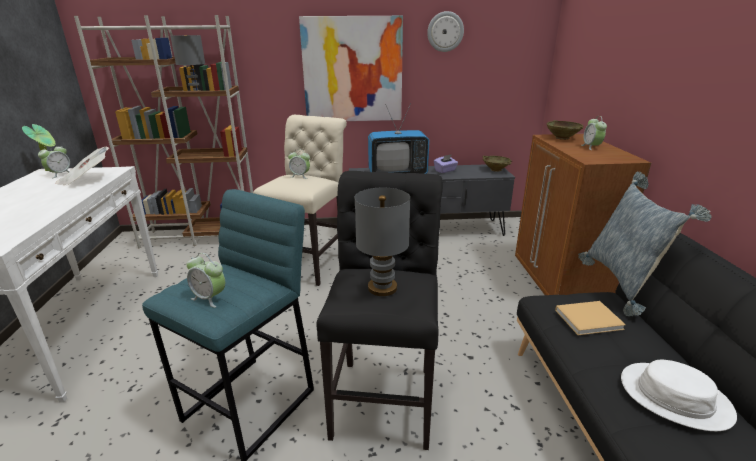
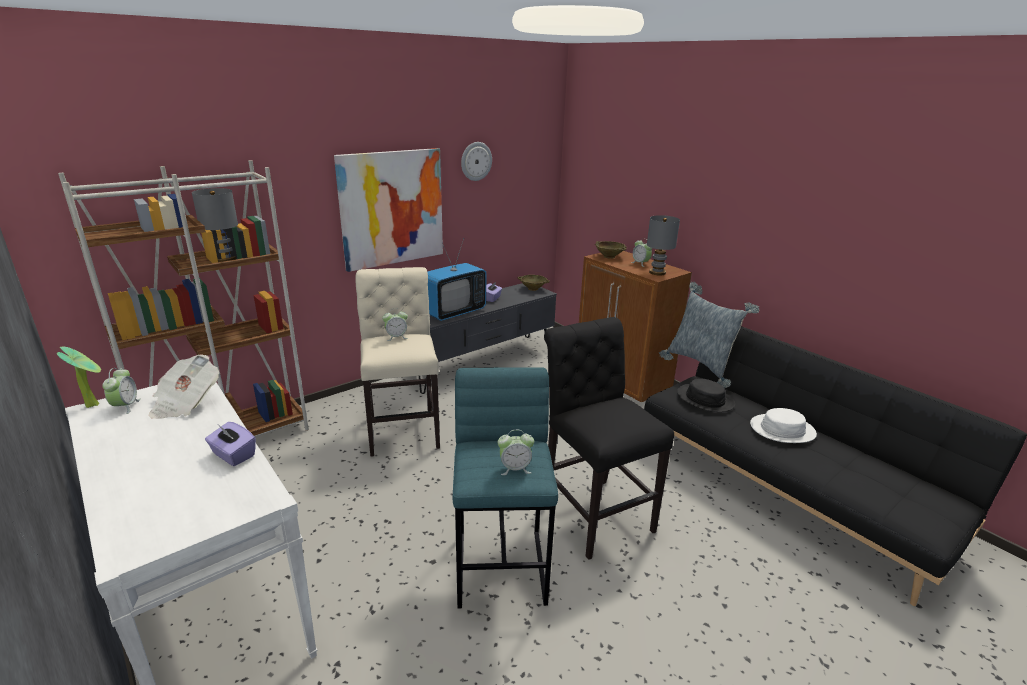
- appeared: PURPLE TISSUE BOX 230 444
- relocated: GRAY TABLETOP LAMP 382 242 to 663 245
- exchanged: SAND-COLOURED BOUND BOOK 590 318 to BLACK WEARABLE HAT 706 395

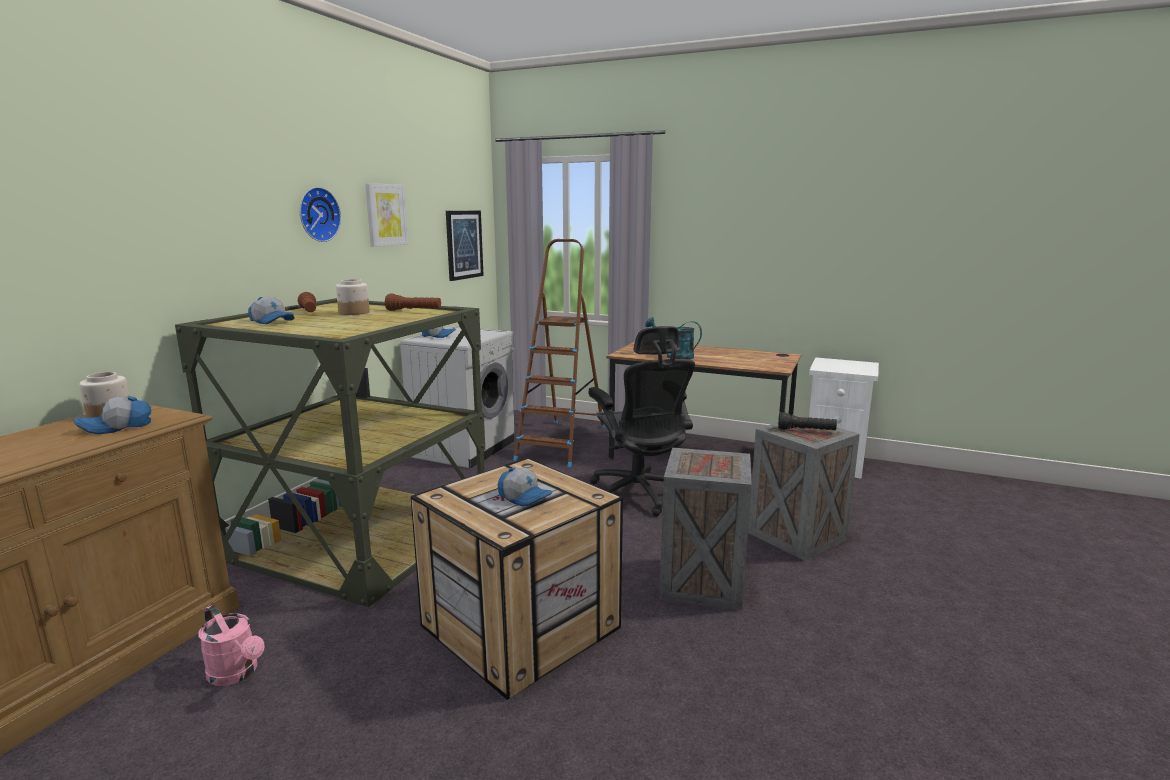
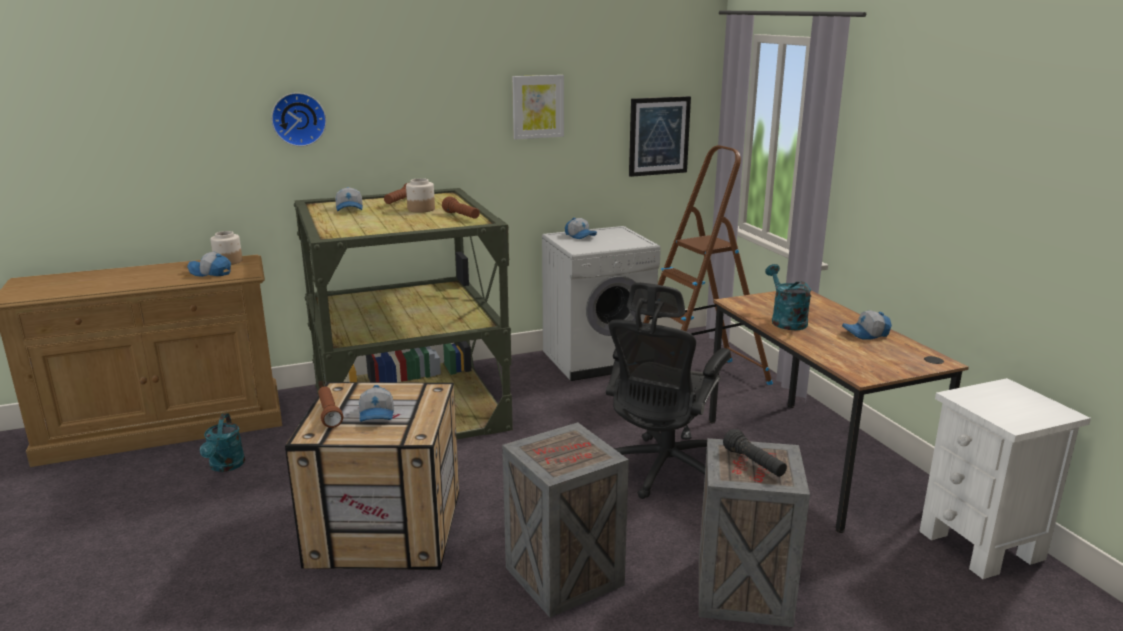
- appeared: BROWN-COLOURED HAND TORCH 330 407
- appeared: PEAKED CAP 867 325
- relocated: CLOCK ON THE WALL 320 214 to 299 120
- colour: PINK-COLOURED WATERING POT 232 645 to TURQUOISE WATERING POT 222 443

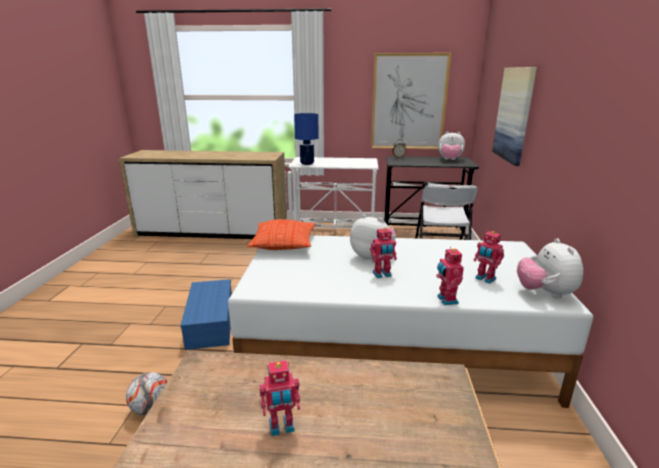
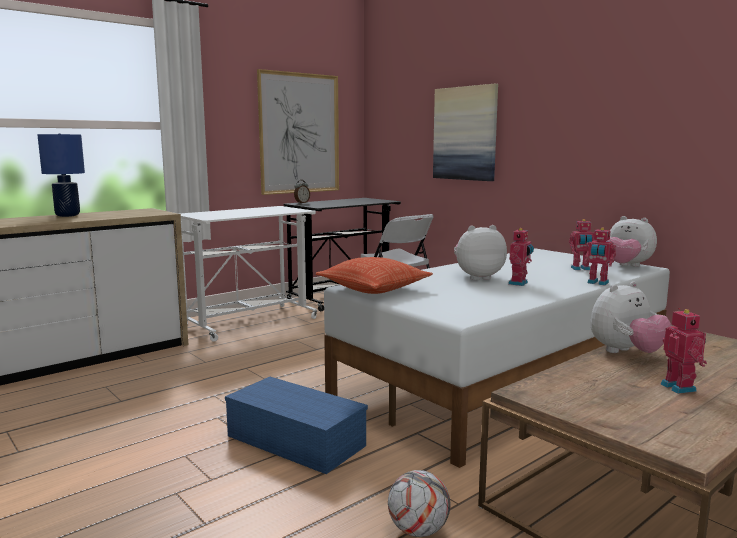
- relocated: BLUISH TABLETOP LAMP 306 139 to 61 175
- relocated: PLUSH TOY 451 145 to 631 317
- spun: TOY ROBOT 279 398 = 684 351 45 degrees counterclockwise

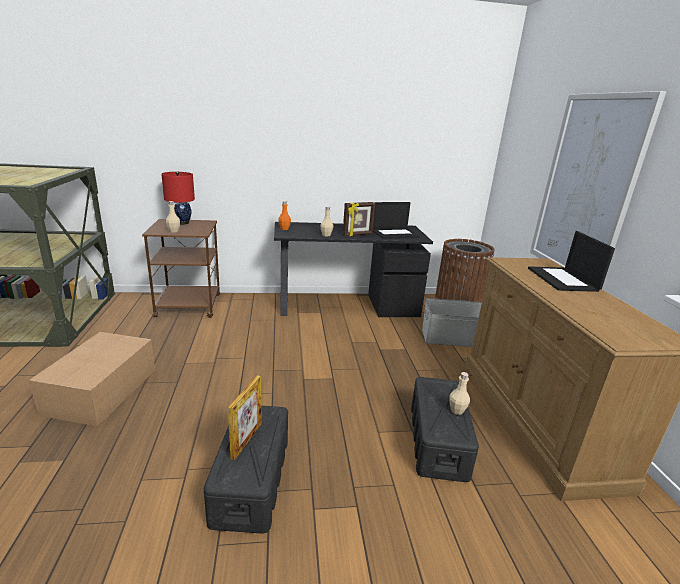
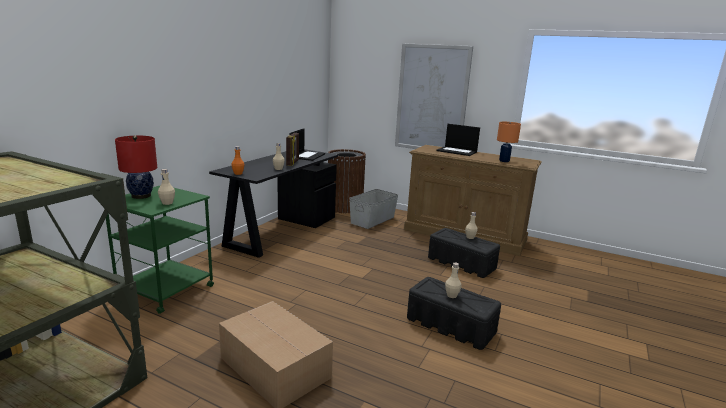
- appeared: ORANGE-COLOURED TABLETOP LAMP 509 142
- exchanged: STANDING FRAME 245 417 to SAND-COLOURED BOTTLE 453 280
- colour: BROWN-COLOURED WHEELED CART 181 268 to GREENISH WHEELED CART 159 249

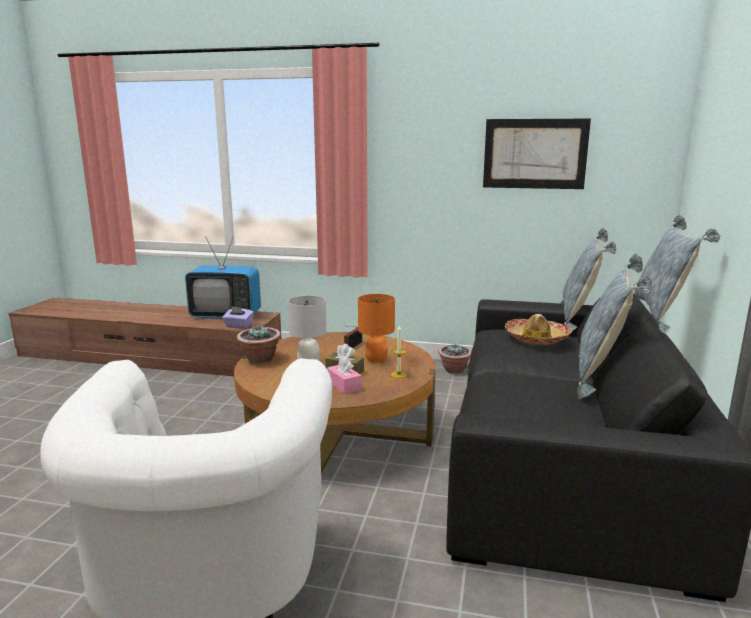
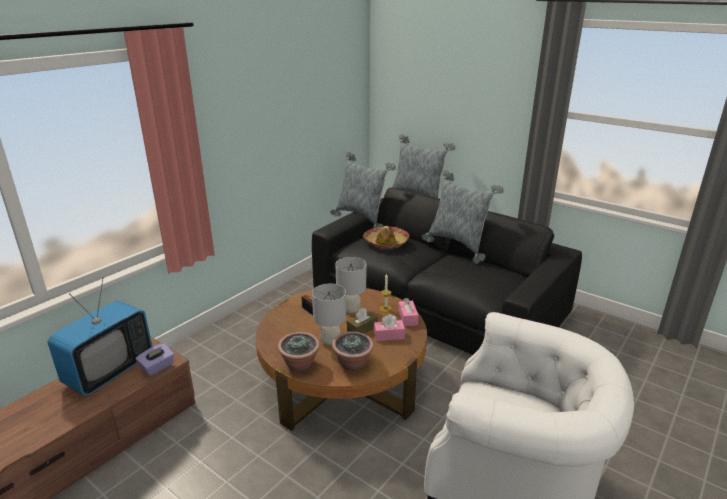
- missing: PICTURE 537 154
- appeared: PINK-COLOURED TISSUE BOX 408 312
- relocated: PLANT IN A POT 455 359 to 353 351
- colour: ORANGE-COLOURED TABLETOP LAMP 376 328 to GRAY TABLETOP LAMP 350 285

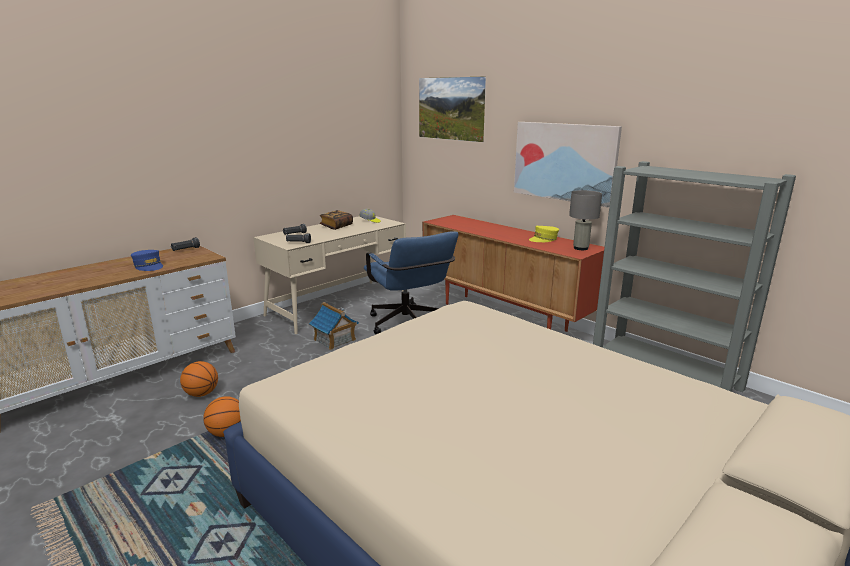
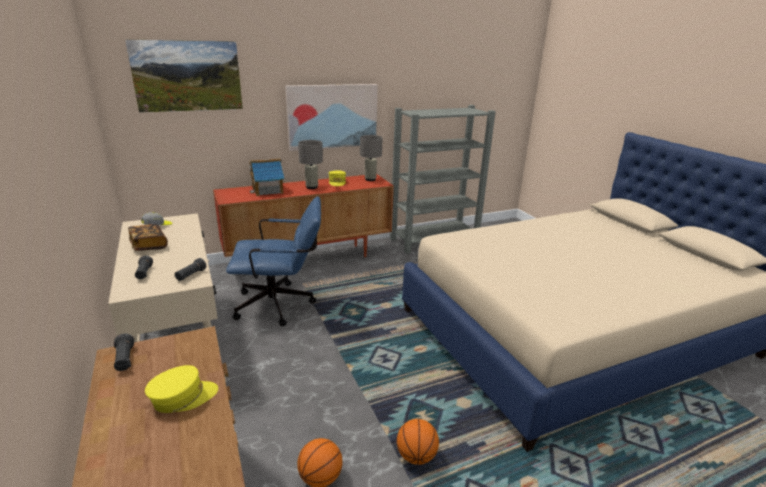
- appeared: GRAY TABLETOP LAMP 310 164
- relocated: MODEL HOUSE 334 326 to 266 177
- colour: BLUISH PEAKED CAP 147 260 to YELLOWISH PEAKED CAP 181 389

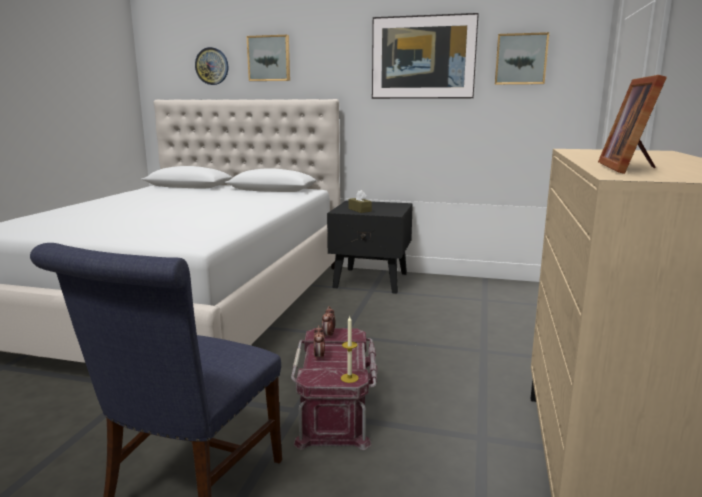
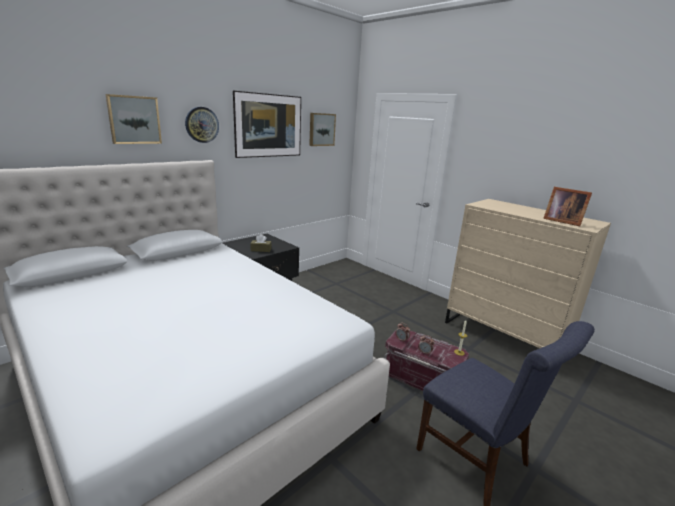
- relocated: CLOCK ON THE WALL 211 66 to 202 125

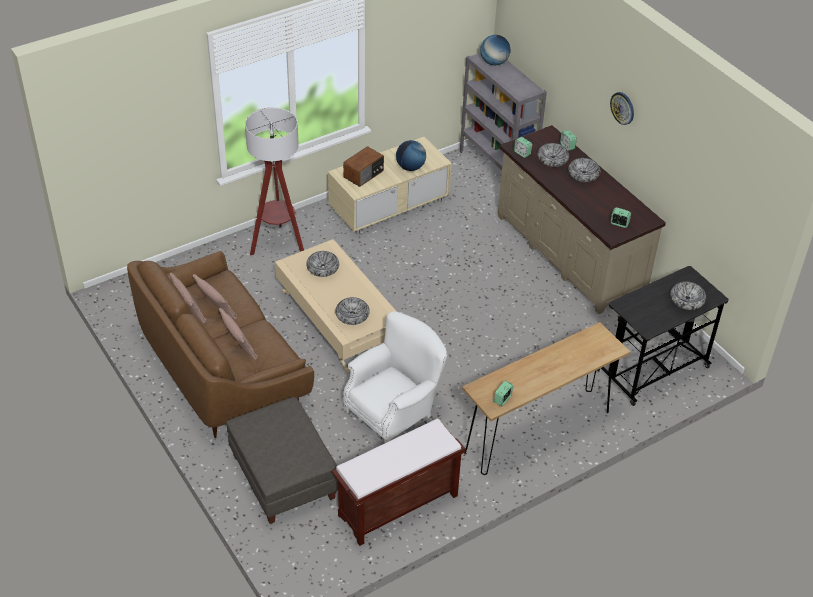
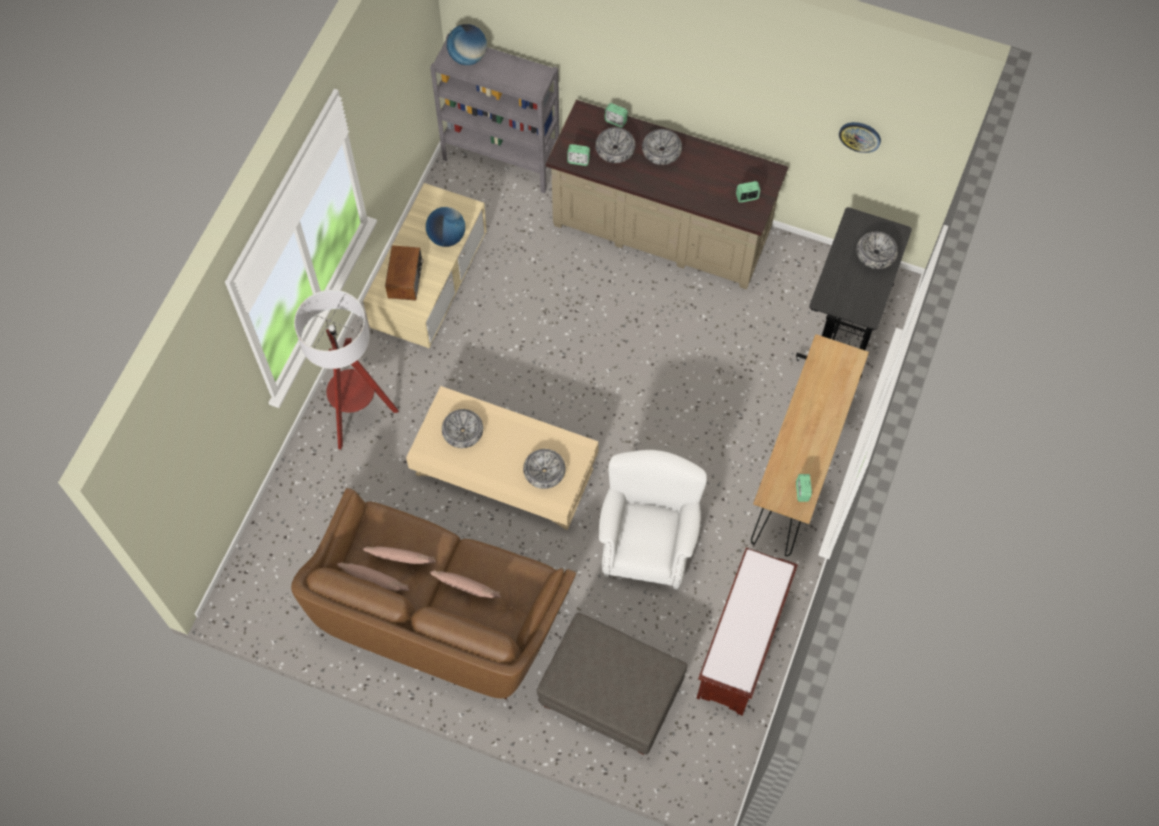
- relocated: CLOCK ON THE WALL 622 108 to 860 137

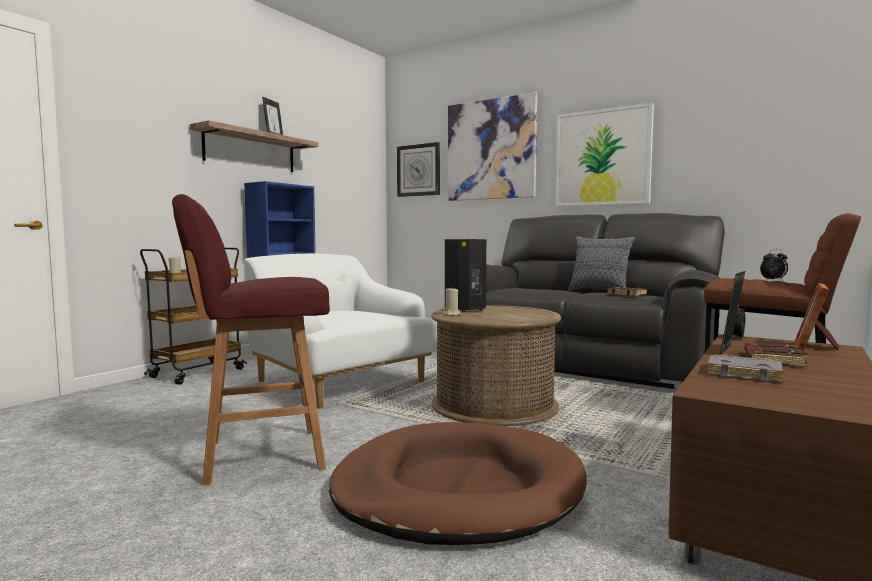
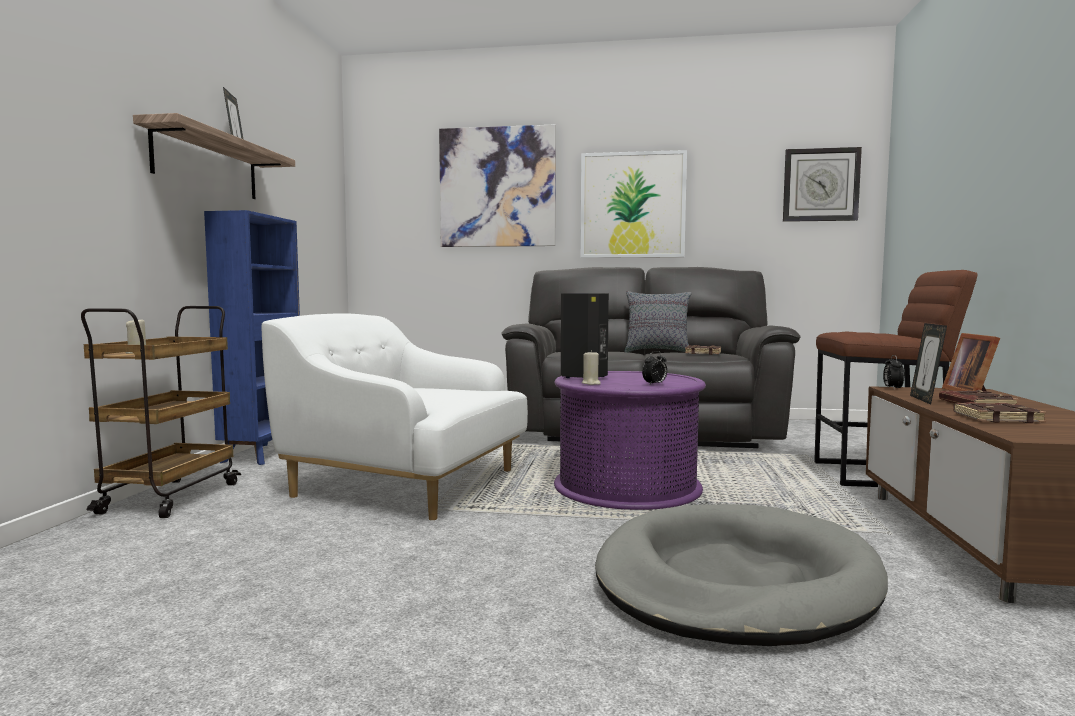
- missing: RED STOOL 251 339
- relocated: CLOCK ON THE WALL 418 169 to 822 184
- relocated: ALARM CLOCK 774 265 to 654 367
- colour: BROWN-COLOURED DOG CUSHION 457 483 to GRAY DOG CUSHION 741 575
- colour: BROWN-COLOURED LOW TABLE 496 365 to PURPLE LOW TABLE 630 440
- colour: GRAY BOUND BOOK 745 368 to BROWN-COLOURED BOUND BOOK 1000 412

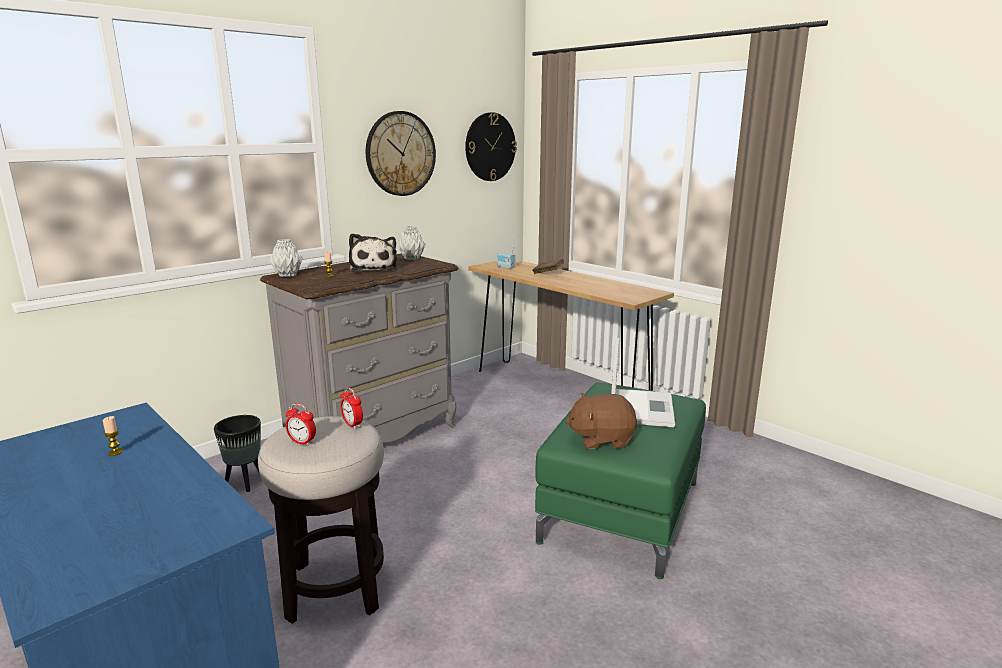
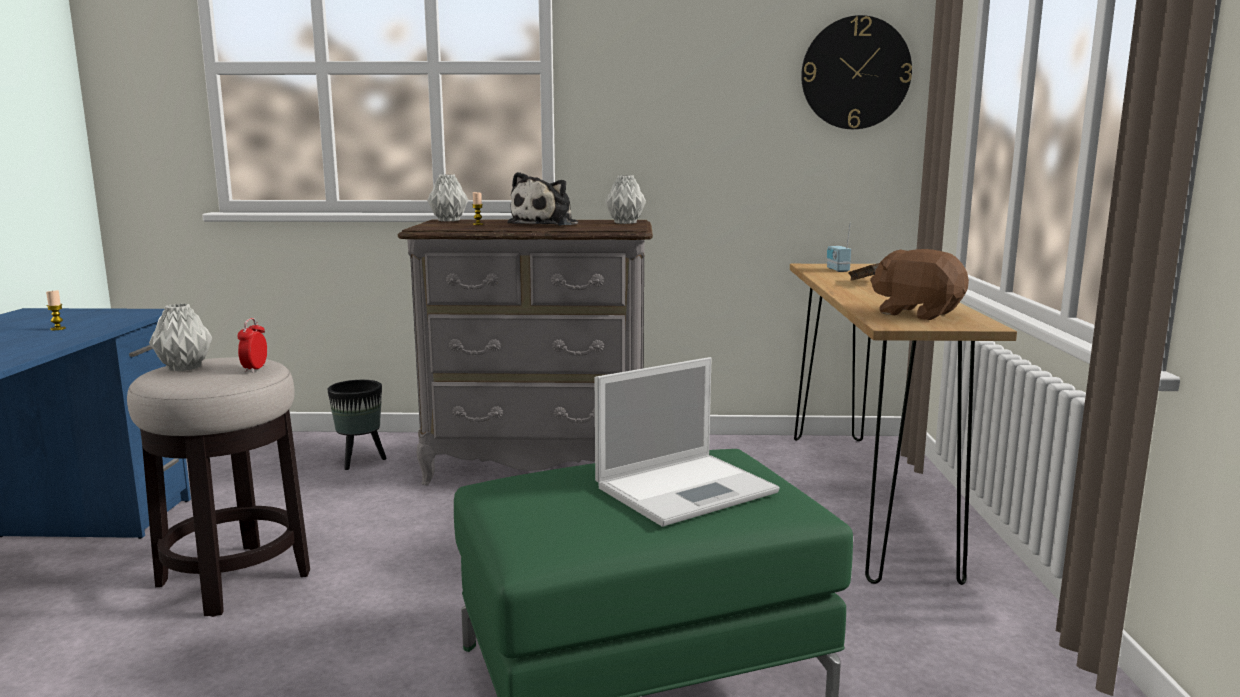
- missing: CLOCK ON THE WALL 401 153
- relocated: BROWN-COLOURED PLUSH TOY 601 421 to 919 284
- exchanged: ALARM CLOCK 301 424 to GRAY FLOWER VASE 180 337

